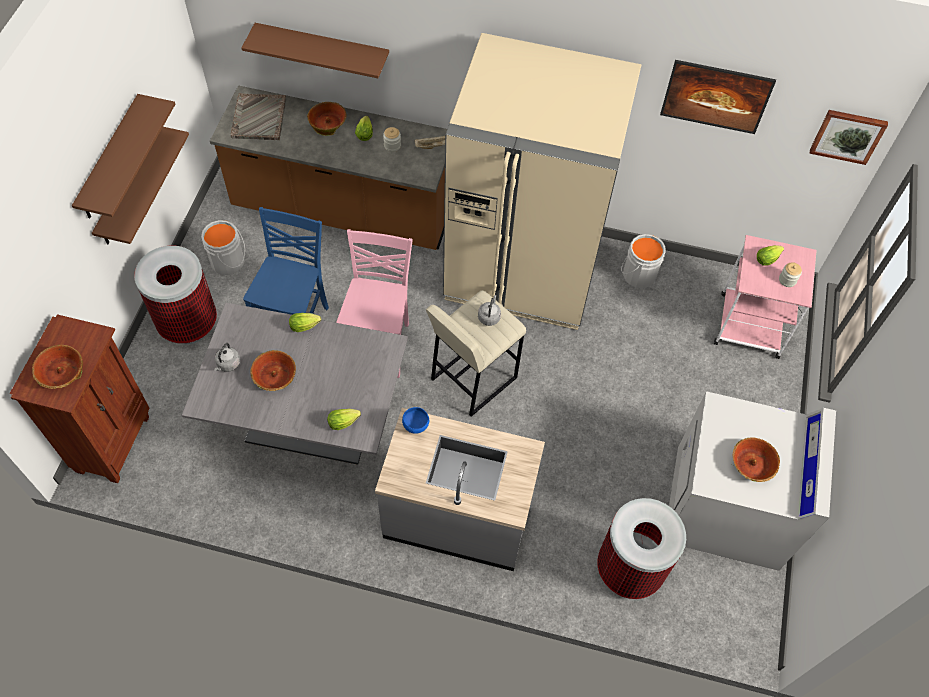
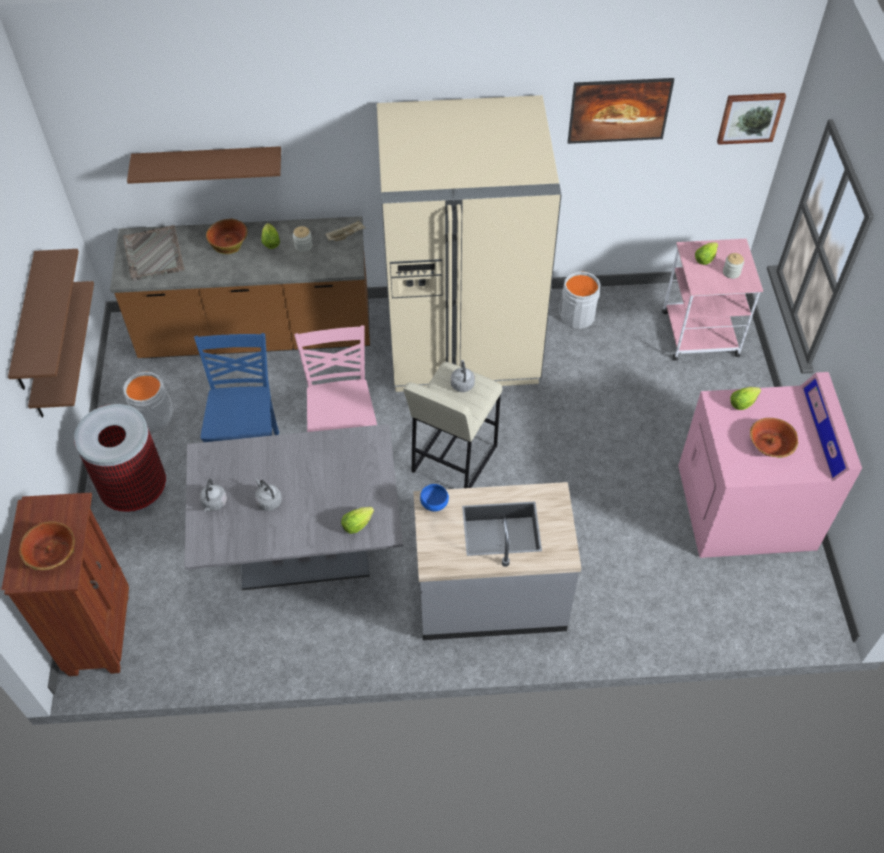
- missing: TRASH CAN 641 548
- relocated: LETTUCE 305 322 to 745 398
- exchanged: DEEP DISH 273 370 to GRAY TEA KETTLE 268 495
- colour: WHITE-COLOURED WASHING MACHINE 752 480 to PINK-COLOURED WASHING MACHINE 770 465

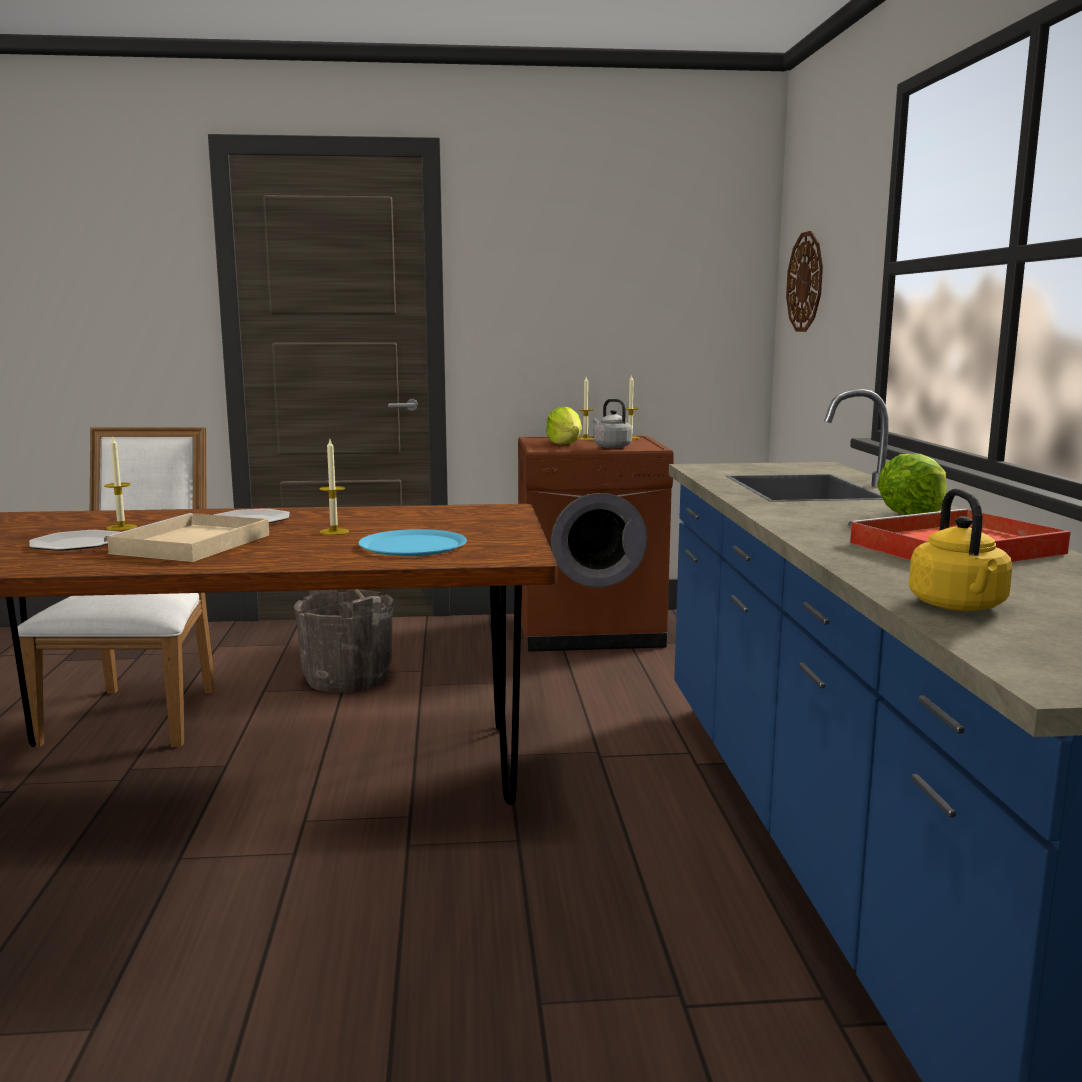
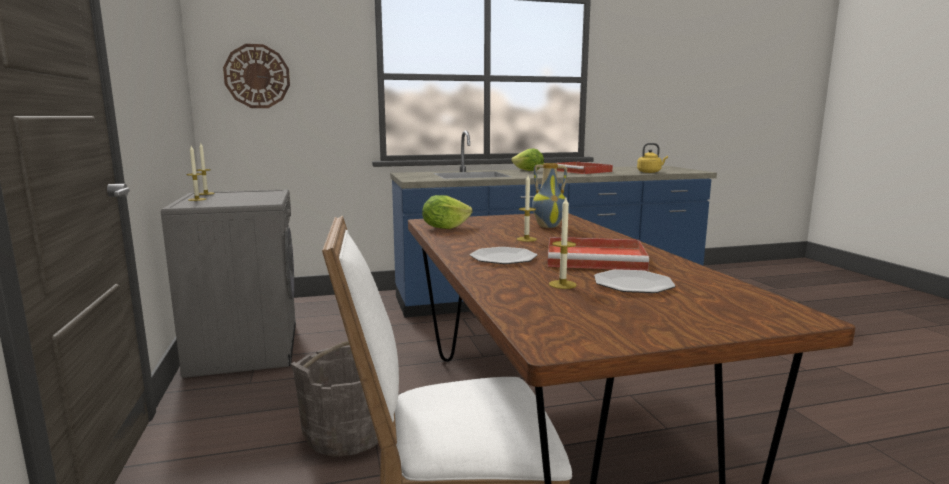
- missing: GRAY TEA KETTLE 612 423
- relocated: LETTUCE 564 426 to 447 212
- exchanged: BLUISH FLAT DISH 412 542 to FLOWER VASE 549 195
- colour: SAND-COLOURED SERVING TRAY 186 537 to RED SERVING TRAY 598 254
- colour: BROWN-COLOURED WASHING MACHINE 596 544 to GRAY WASHING MACHINE 228 283

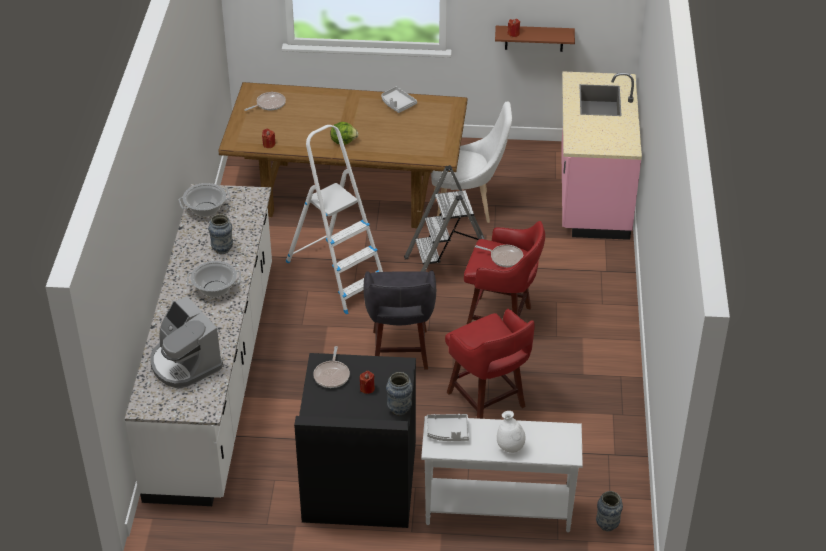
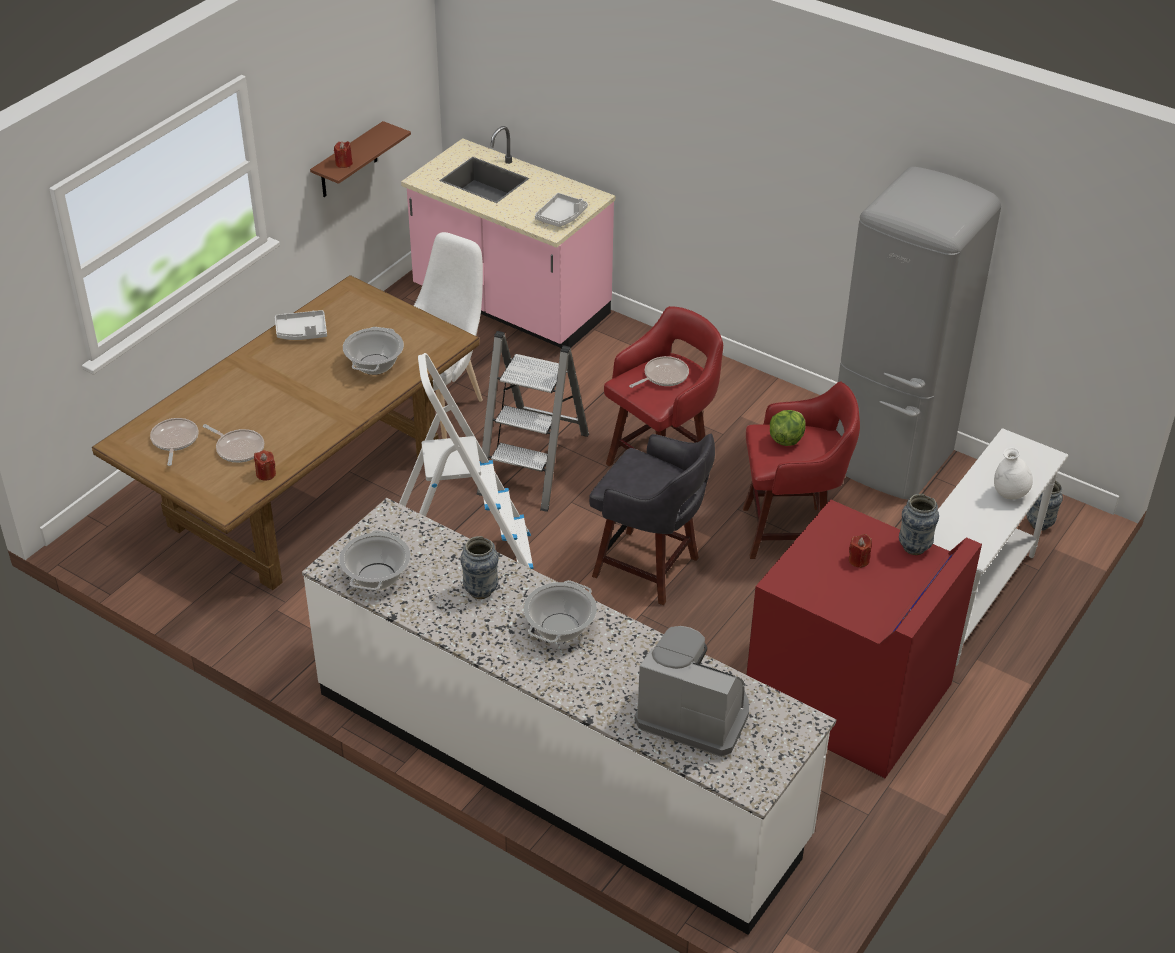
- appeared: SAUCEPOT 373 351
- appeared: GRAY FRIDGE 918 333
- relocated: SKILLET 331 367 to 233 443
- relocated: LETTUCE 344 133 to 788 428
- relocated: GRAY SERVING TRAY 447 427 to 561 210
- colour: BLACK WASHING MACHINE 355 440 to RED WASHING MACHINE 864 638
- spun: COFFEE MACHINE 186 342 = 691 691 150 degrees counterclockwise

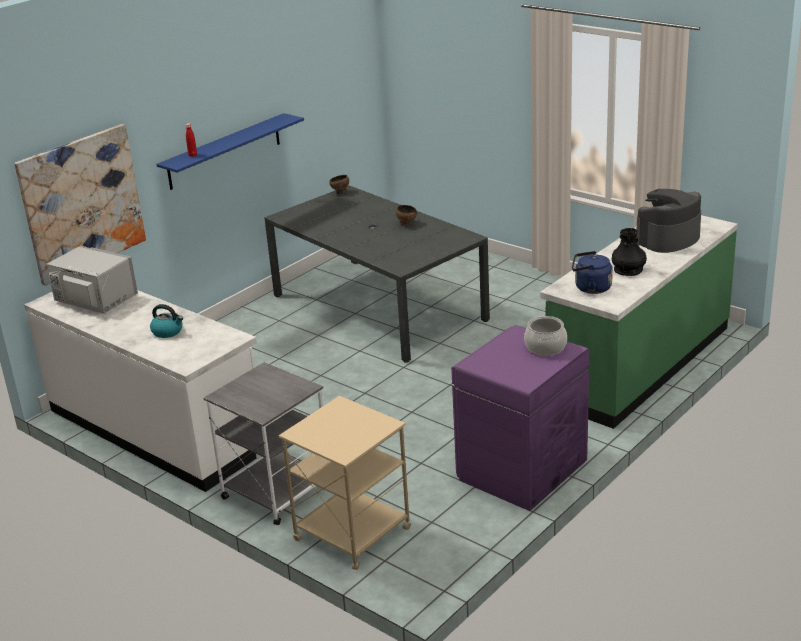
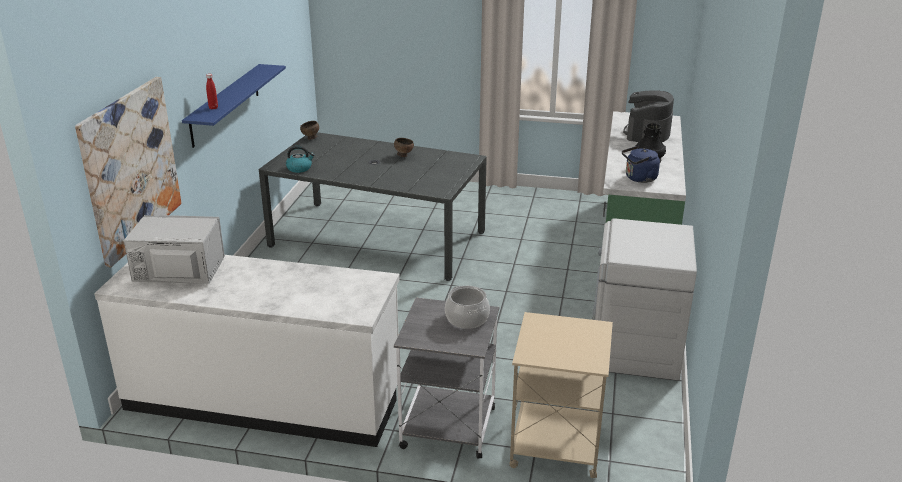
- relocated: TEA KETTLE 166 321 to 300 159
- relocated: SAUCEPOT 545 336 to 467 307
- colour: PURPLE WASHING MACHINE 520 418 to WHITE-COLOURED WASHING MACHINE 644 299

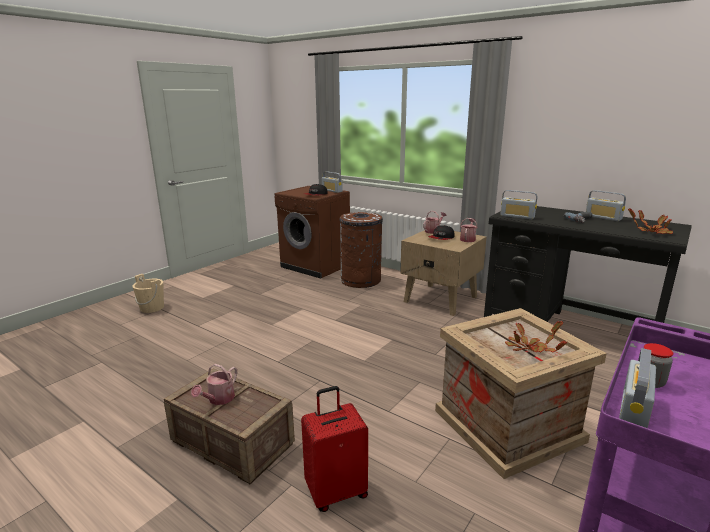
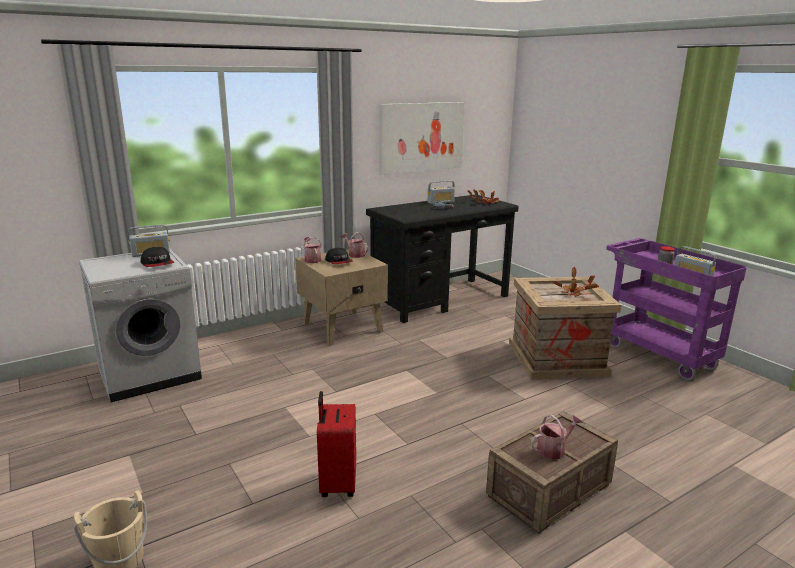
- missing: BROWN-COLOURED TRASH CAN 361 250
- missing: RADIO RECEIVER 518 204
- appeared: PICTURE 422 138
- relocated: RED SUITCASE 334 449 to 336 444
- colour: BROWN-COLOURED WASHING MACHINE 312 232 to WHITE-COLOURED WASHING MACHINE 140 324
- spun: WATERING POT 214 384 = 557 437 75 degrees counterclockwise

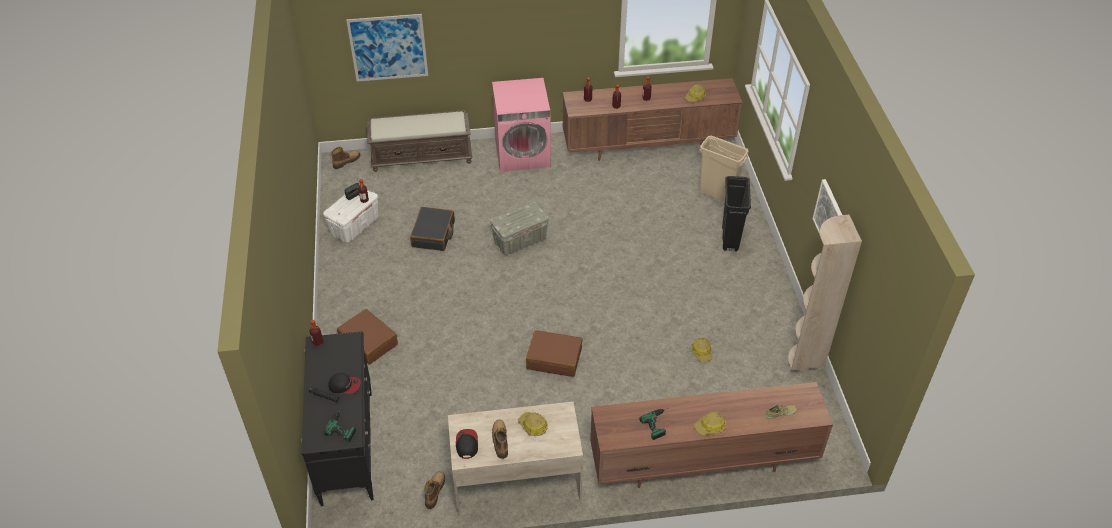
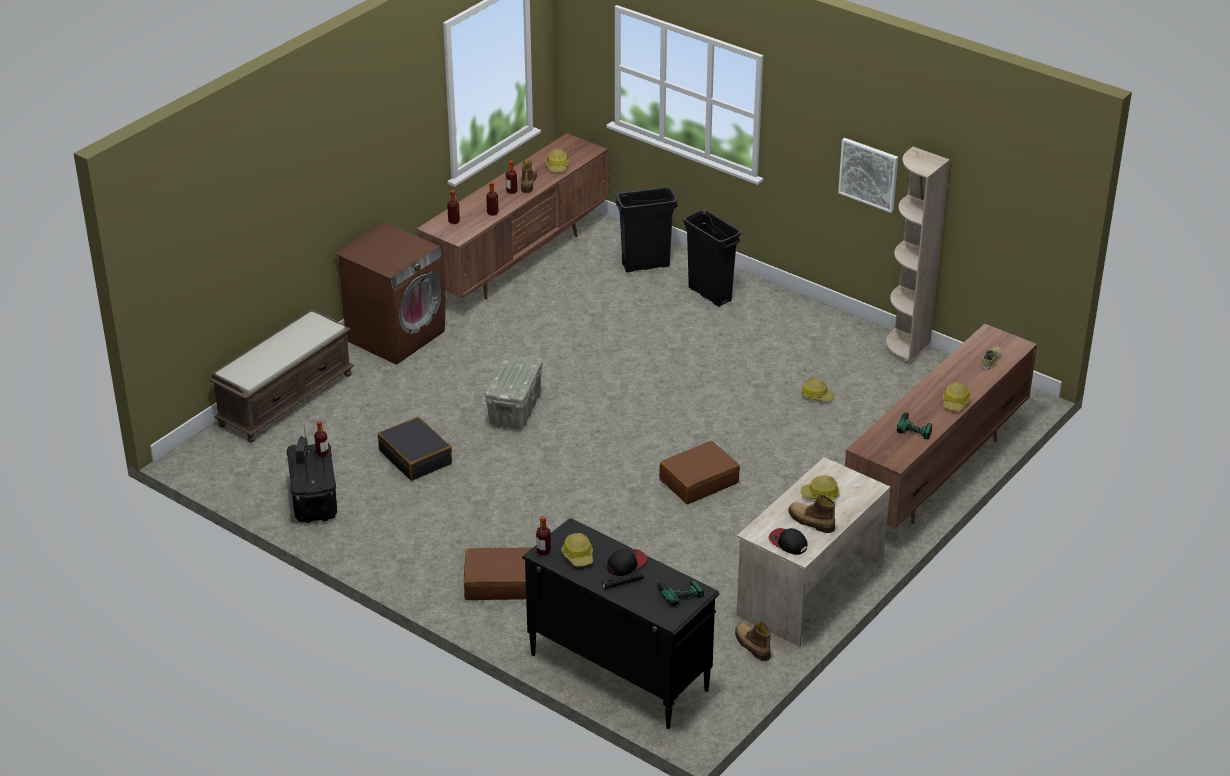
- missing: PICTURE 387 47
- appeared: SAFETY HELMET 577 550
- relocated: HIGH-TOP BOOT 346 158 to 529 176
- colour: WHITE-COLOURED STORAGE BIN 350 216 to BLACK STORAGE BIN 312 483
- colour: PINK-COLOURED WASHING MACHINE 521 125 to BROWN-COLOURED WASHING MACHINE 389 293
- colour: SAND-COLOURED TRASH CAN 724 168 to BLACK TRASH CAN 646 229

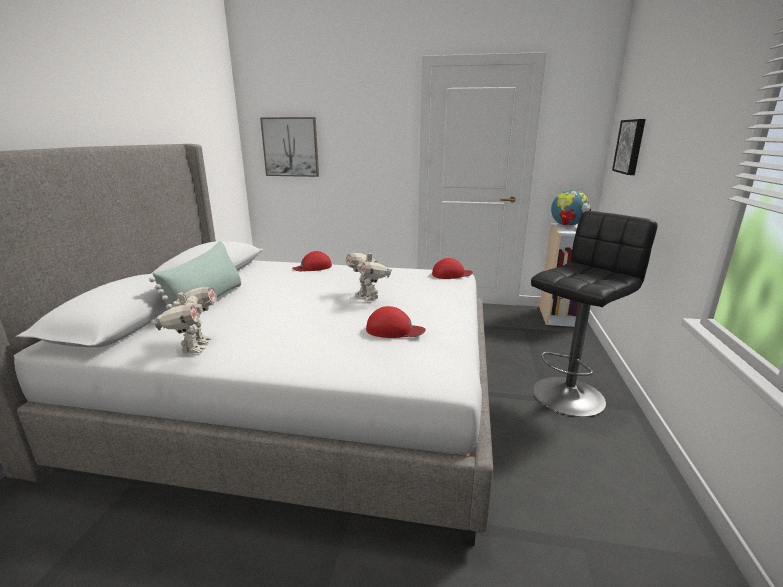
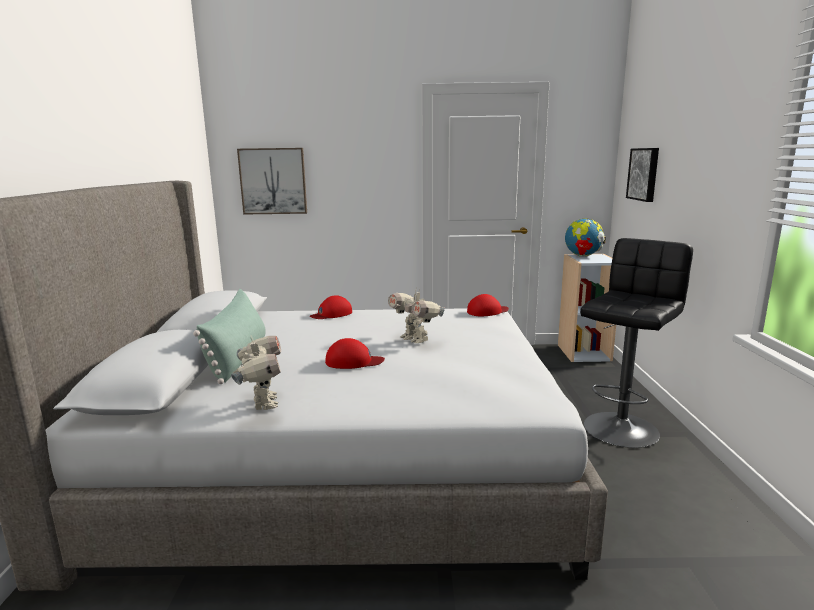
- relocated: RED PEAKED CAP 396 322 to 355 353

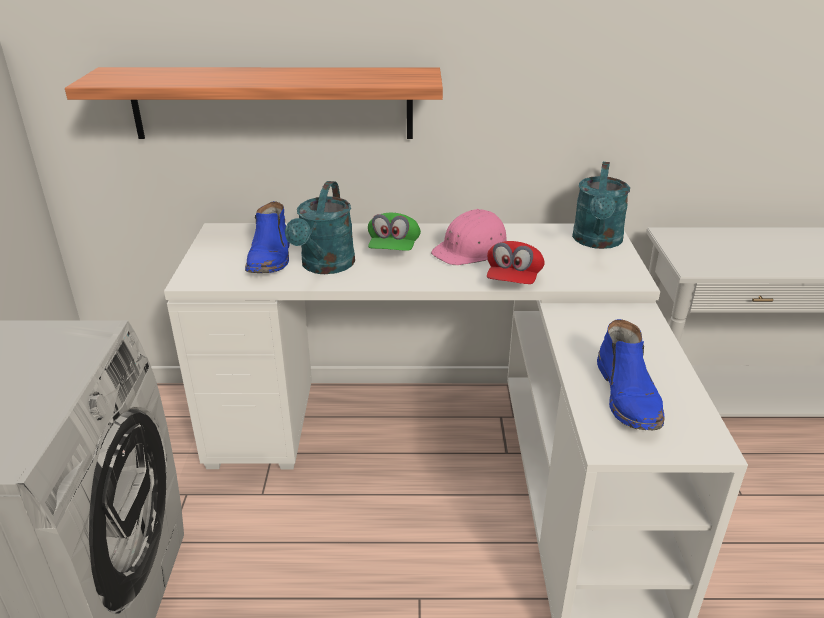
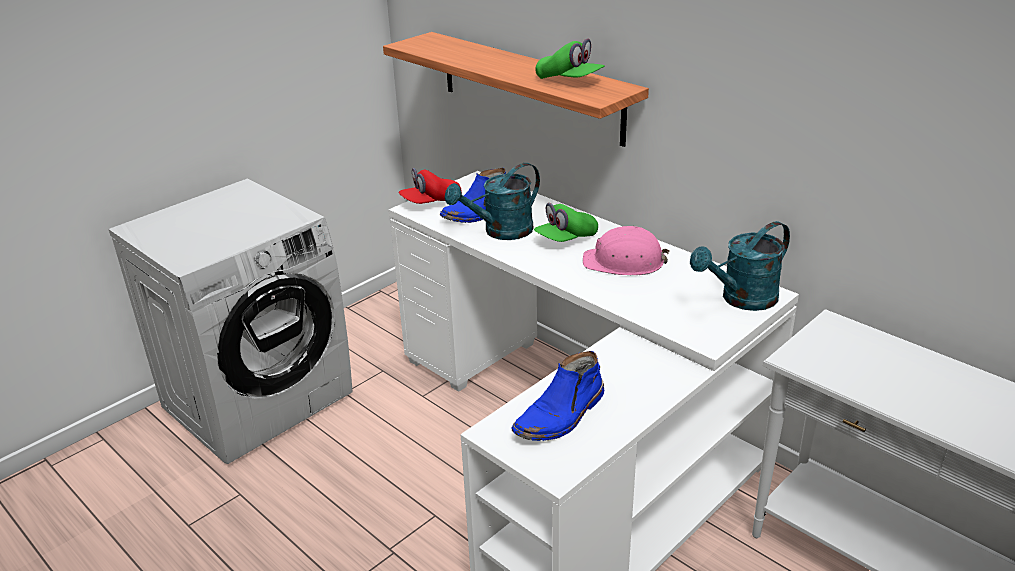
- appeared: GREENISH PEAKED CAP 570 59
- relocated: RED PEAKED CAP 516 262 to 430 186

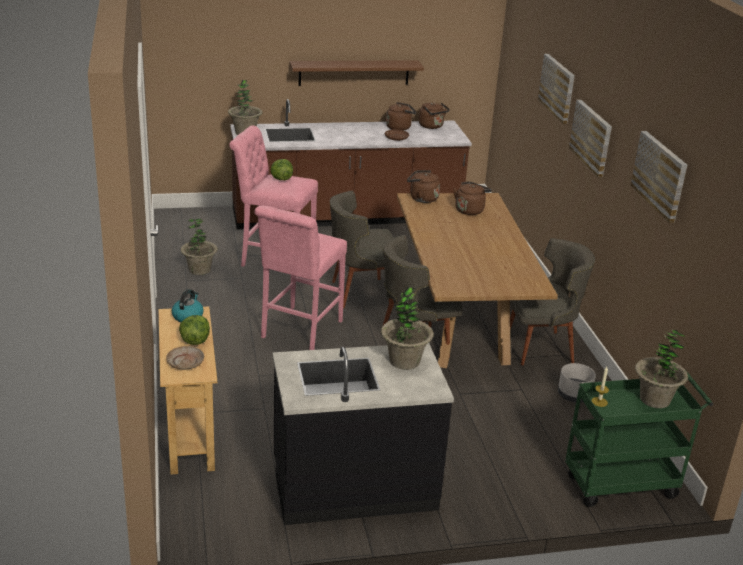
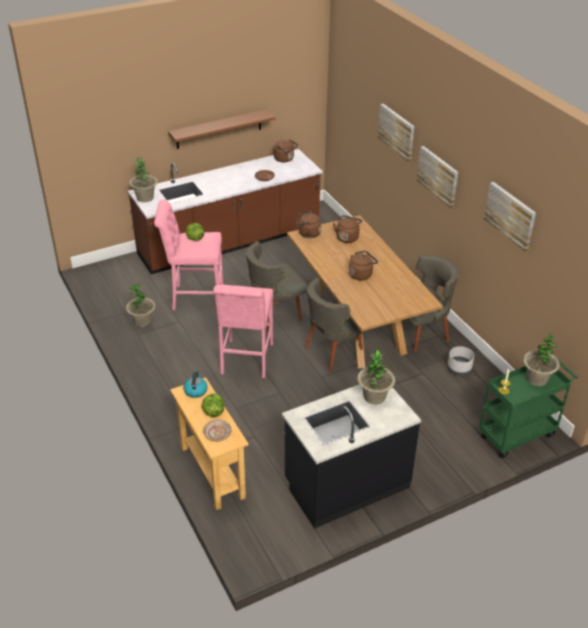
- relocated: BROWN-COLOURED TEA KETTLE 401 116 to 363 266

